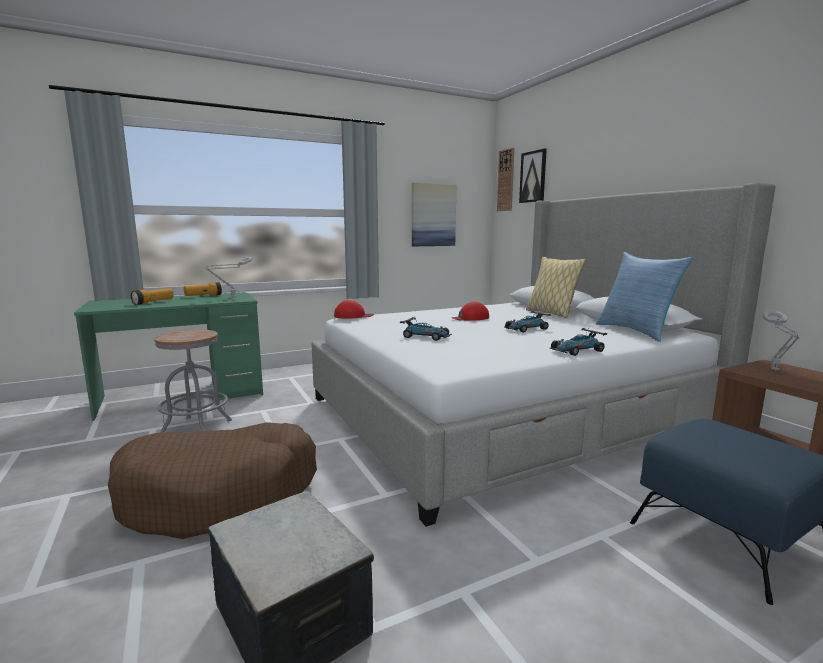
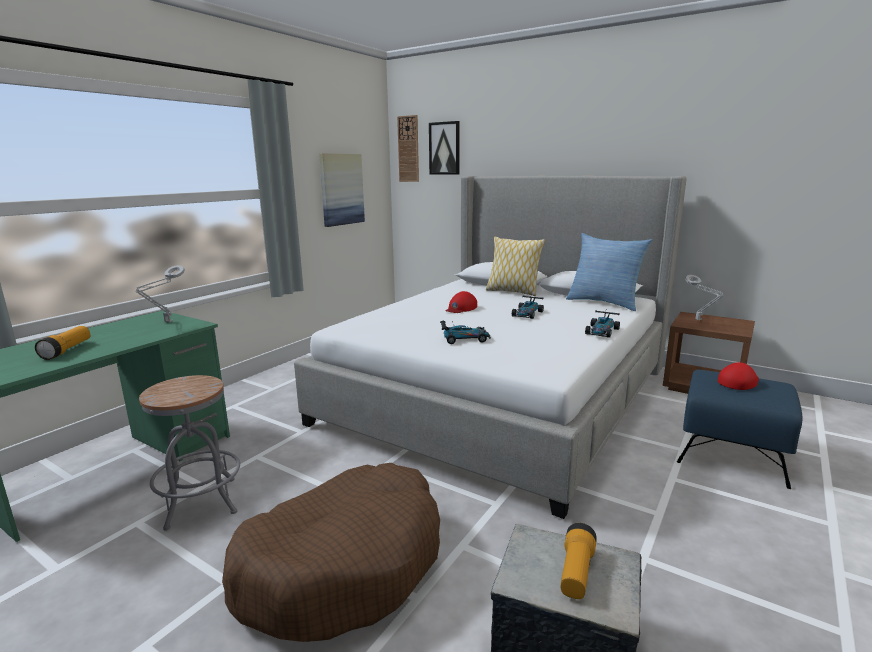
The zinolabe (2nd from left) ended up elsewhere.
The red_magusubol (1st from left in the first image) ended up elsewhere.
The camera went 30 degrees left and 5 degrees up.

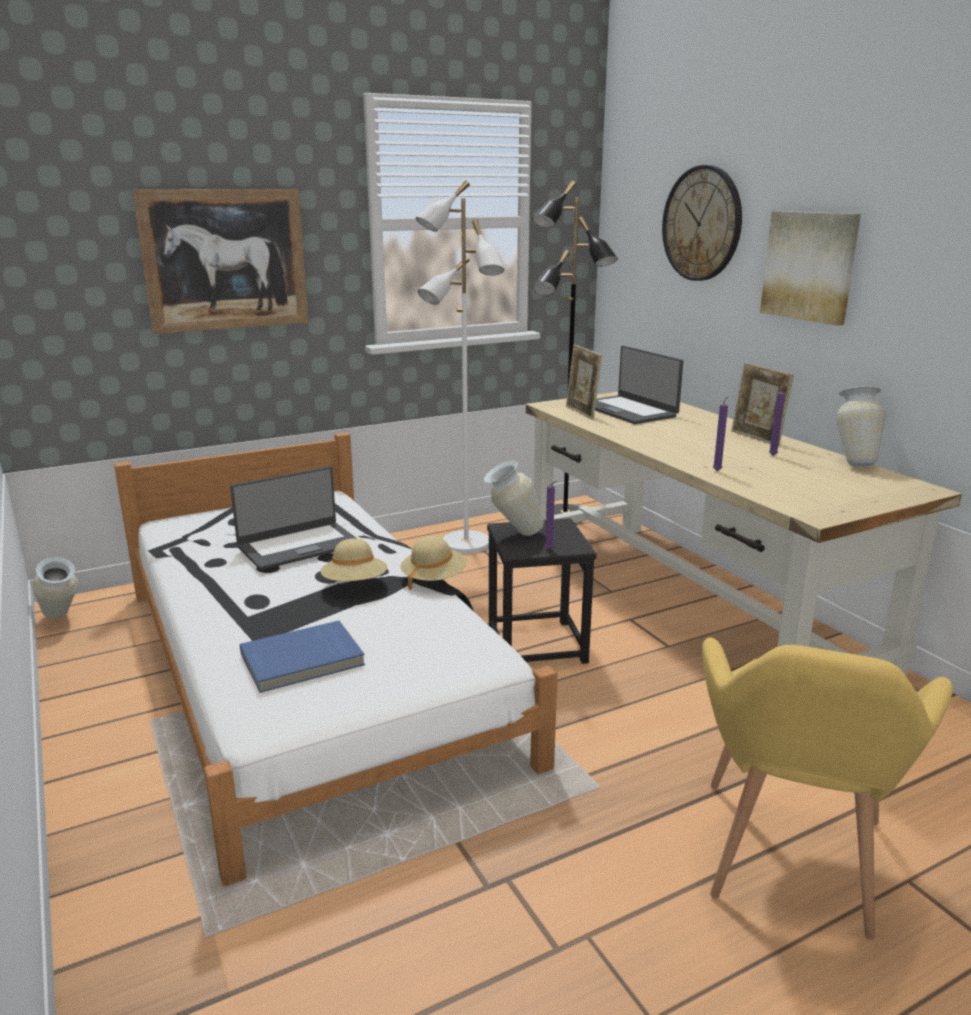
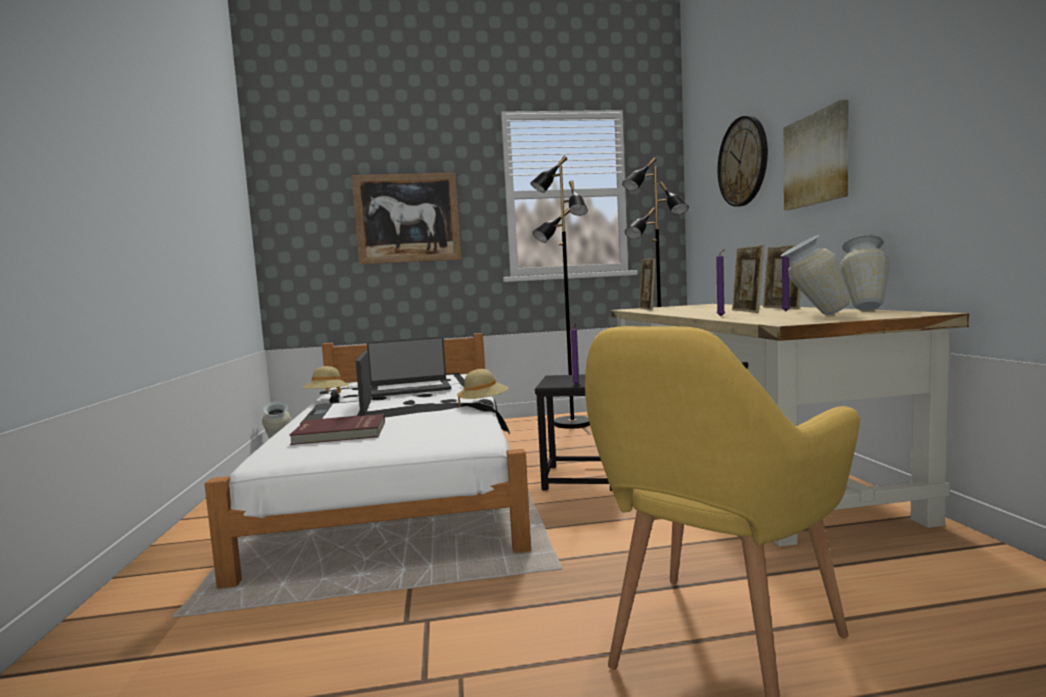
What was the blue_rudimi turned into the red_rudimi.
The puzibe (2nd from left in the first image) ended up elsewhere.
The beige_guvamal (1st from left) ended up elsewhere.
What was the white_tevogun turned into the black_tevogun (1st from left).
The second view gained the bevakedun (2nd from left).
The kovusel (2nd from left) ended up elsewhere.
The camera went 20 degrees right and 15 degrees down.

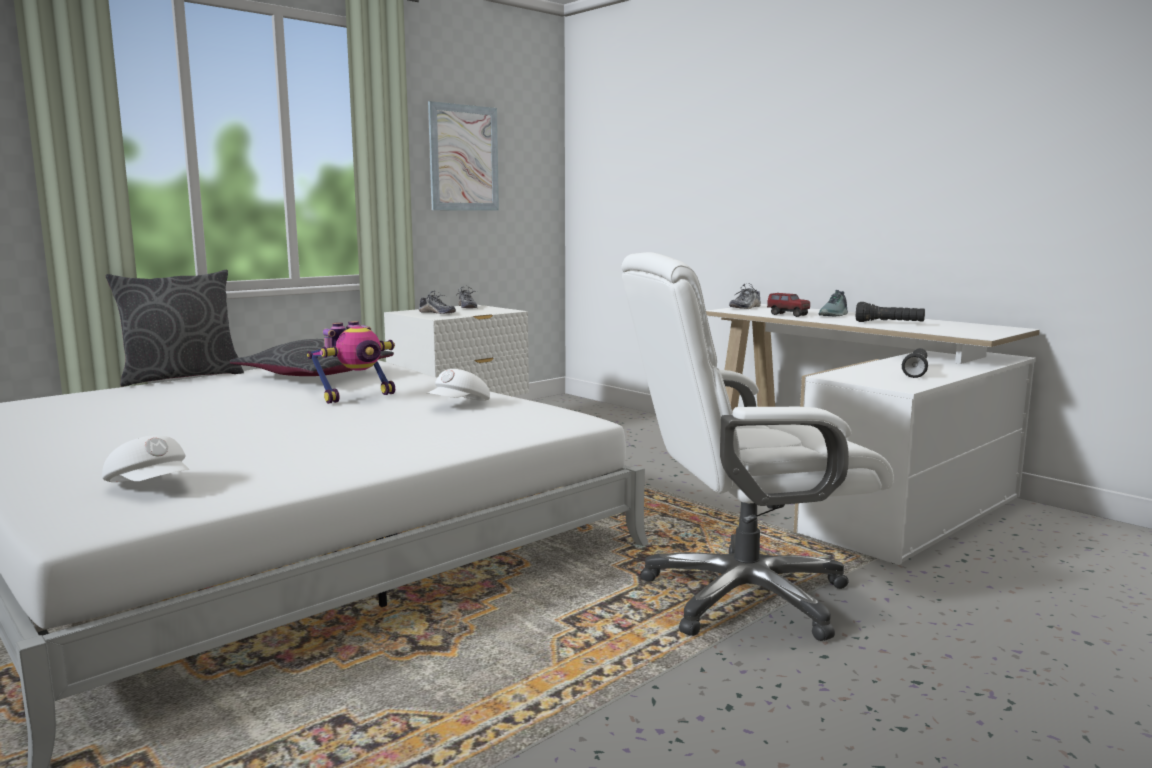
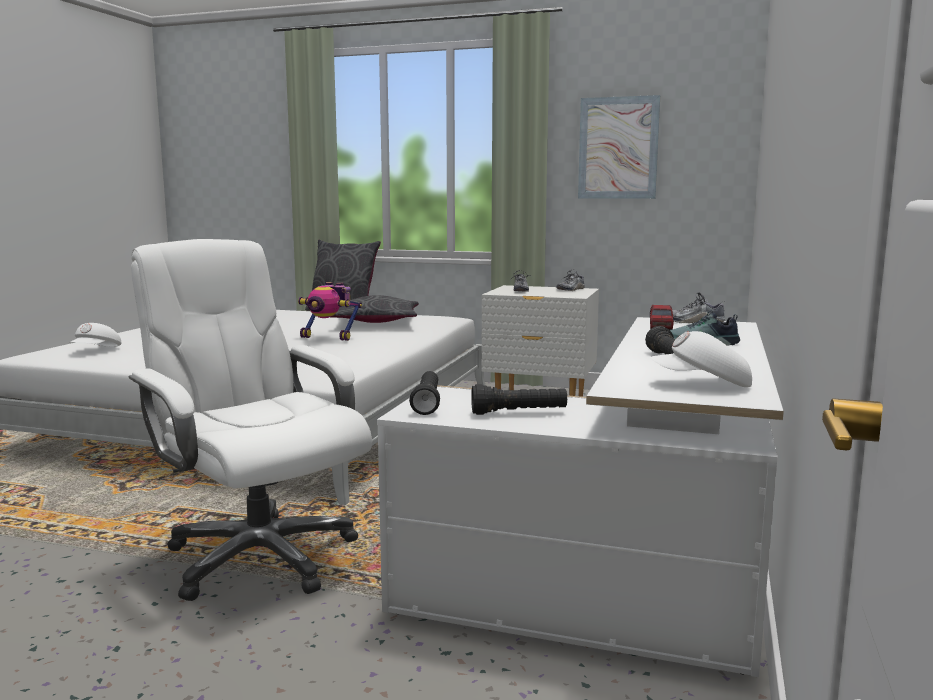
The second view gained the black_zinolabe (1st from left).
The white_magusubol (2nd from left) ended up elsewhere.
The camera went 60 degrees right and 0 degrees up.

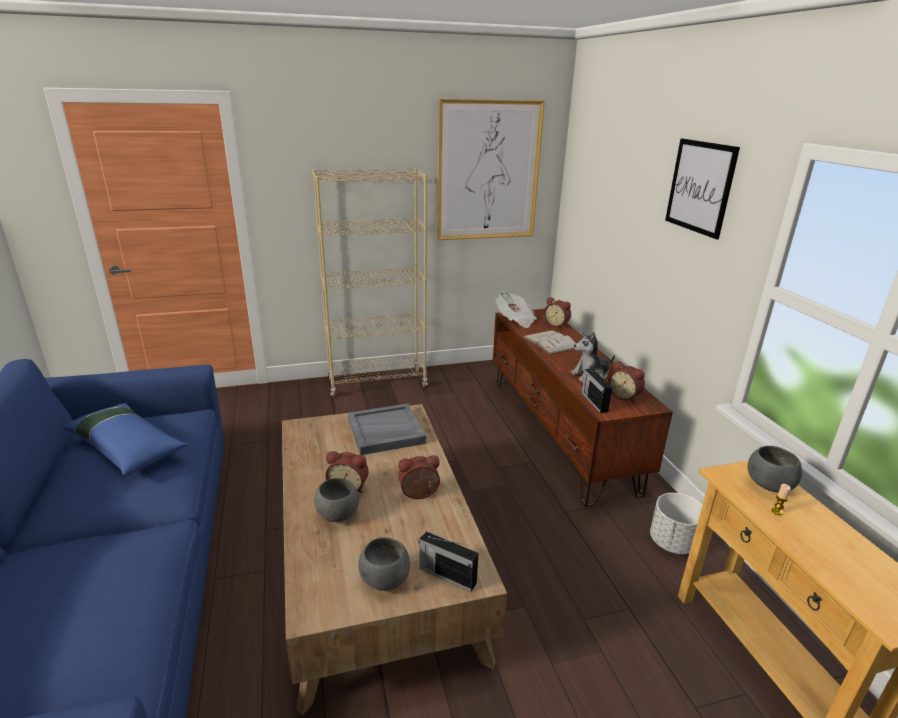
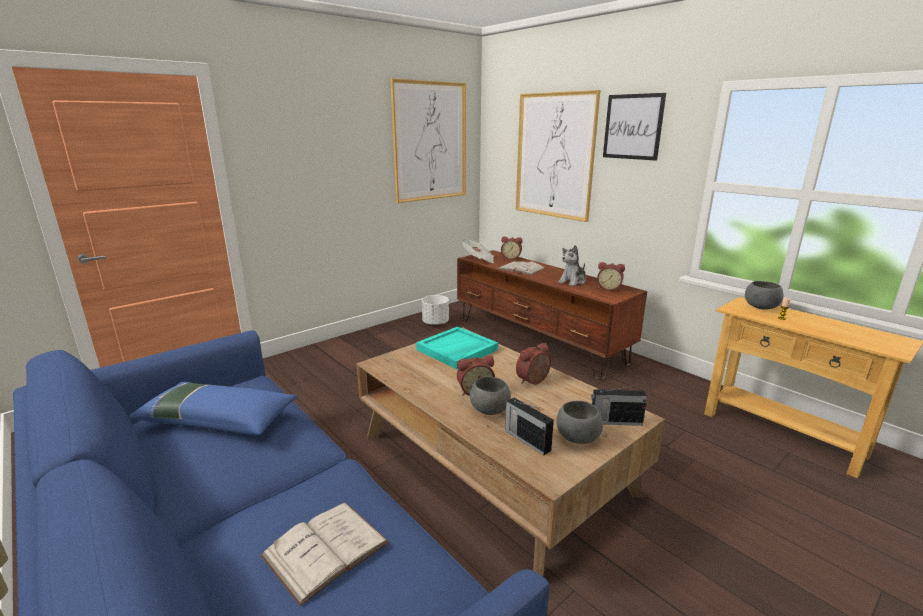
The second view gained the white_rudimi (1st from left).
What was the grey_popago turned into the turquoise_popago.
The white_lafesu ended up elsewhere.
The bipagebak (2nd from left in the first image) ended up elsewhere.
The second view gained the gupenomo (2nd from left).
The second view lost the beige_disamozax.
The camera went 25 degrees left and 5 degrees down.

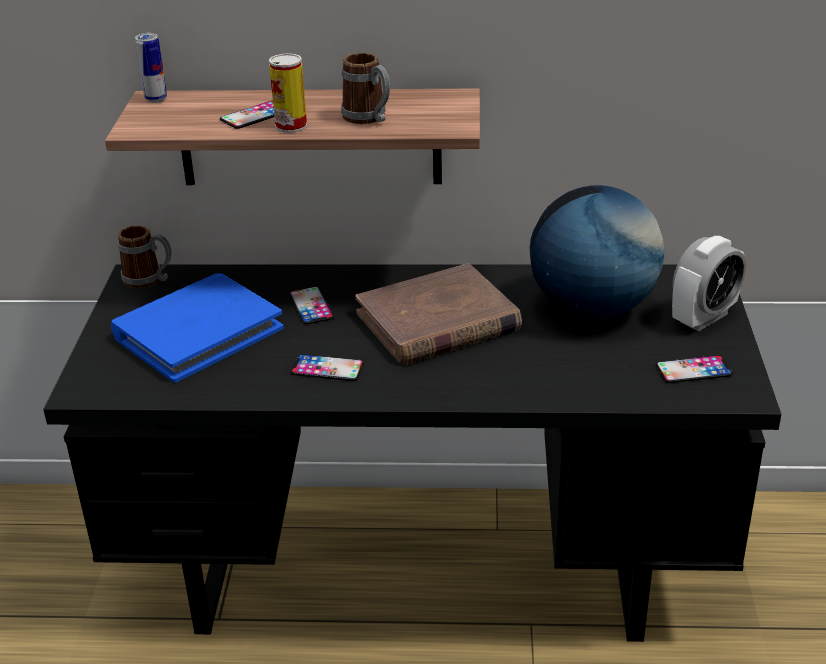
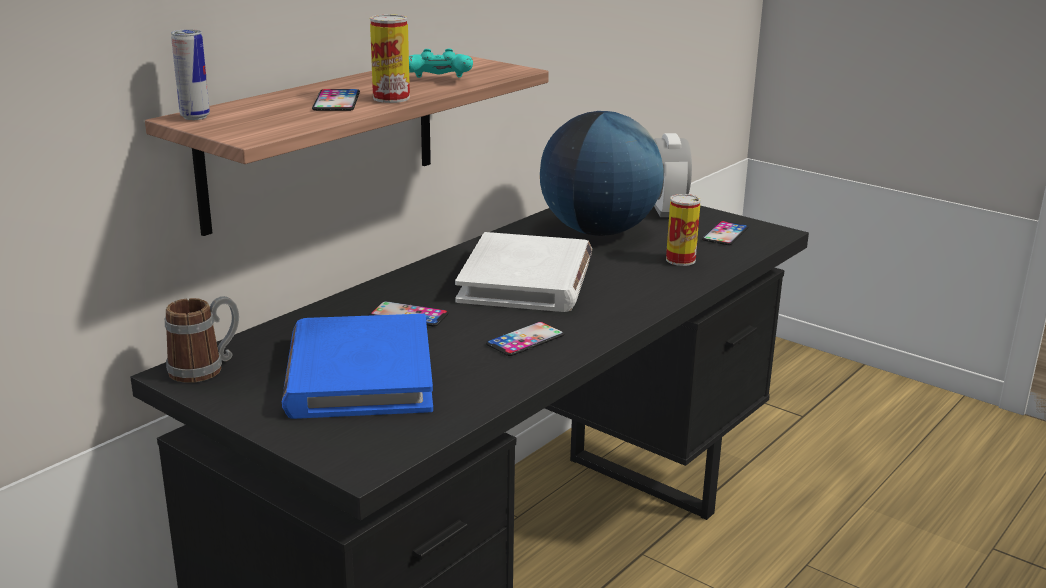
Where the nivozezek (2nd from left) stood, the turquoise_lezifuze came to stand.
What was the brown_rudimi turned into the white_rudimi.
The second view gained the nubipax (3rd from left).
The camera went 55 degrees left and 10 degrees down.

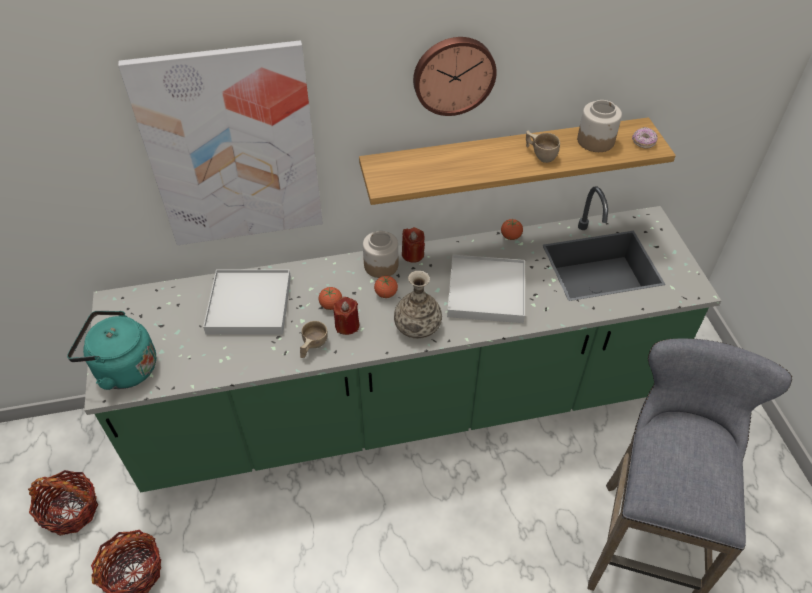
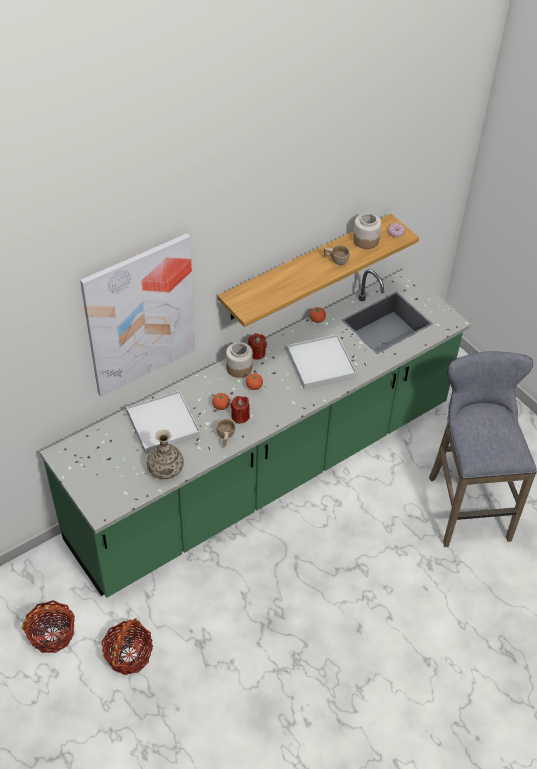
The kovusel ended up elsewhere.
The second view lost the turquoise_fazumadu.
The second view lost the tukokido.
The camera went 25 degrees left and 0 degrees up.

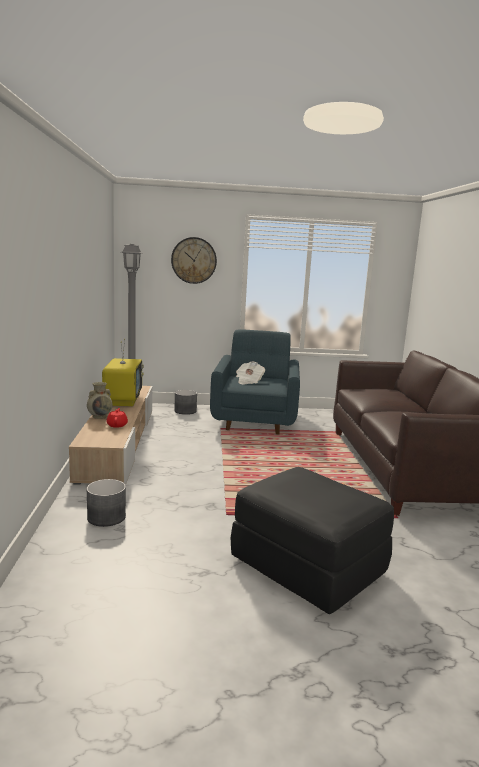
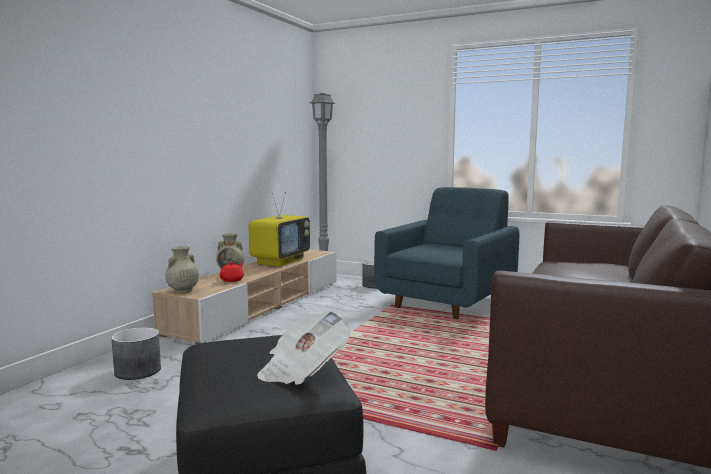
The second view gained the beige_kovusel (1st from left).
The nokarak ended up elsewhere.
The second view lost the tukokido.
The camera went 30 degrees right and 5 degrees down.

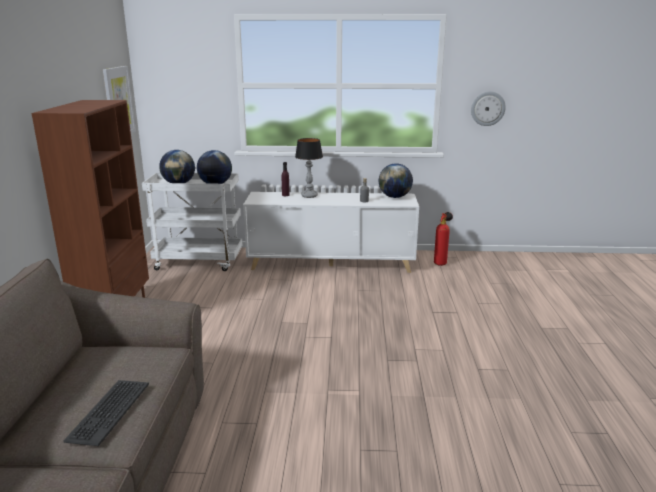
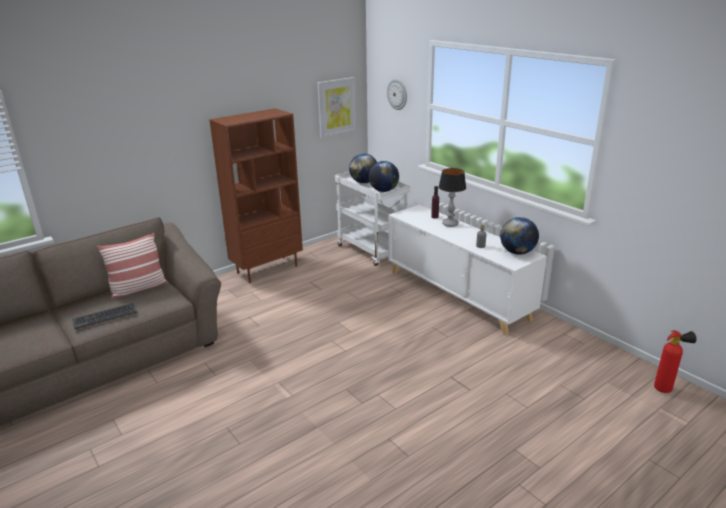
The second view gained the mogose.
The tukokido ended up elsewhere.
The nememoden ended up elsewhere.
The camera went 50 degrees right and 5 degrees up.

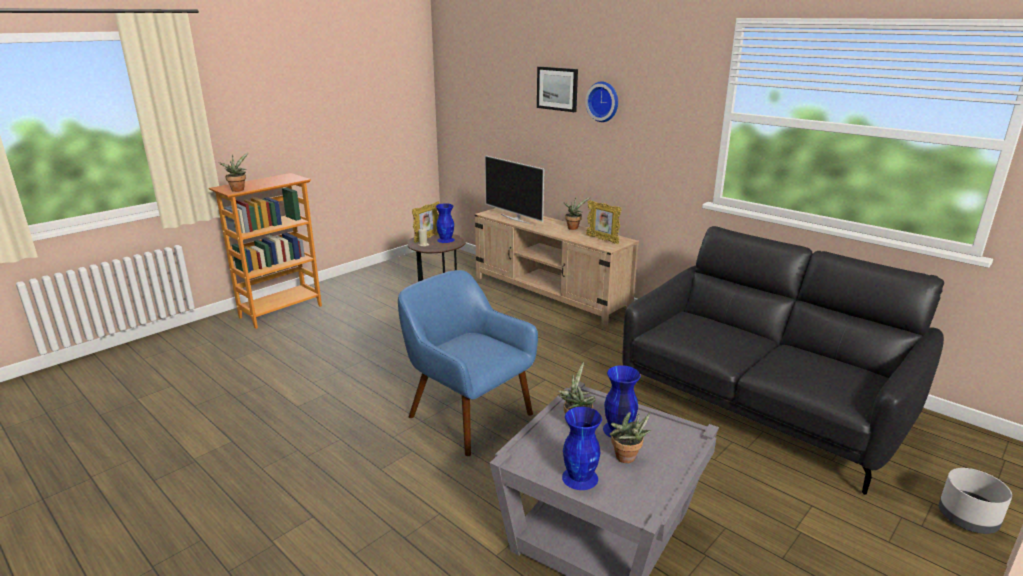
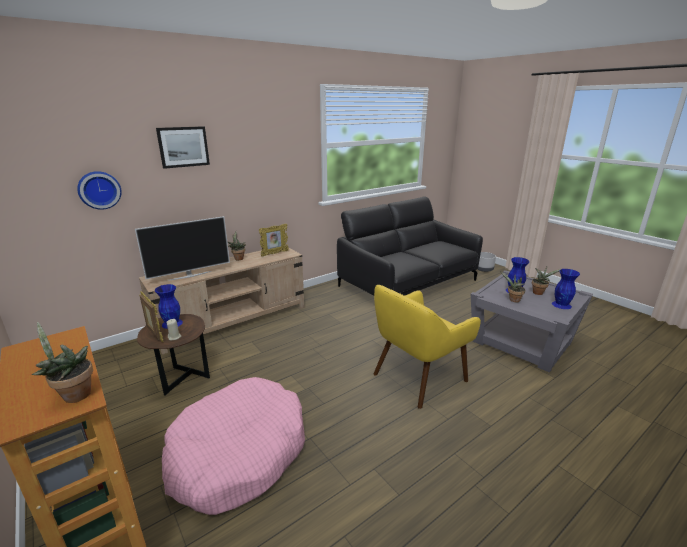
The tukokido ended up elsewhere.
The second view gained the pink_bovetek.
What was the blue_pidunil turned into the yellow_pidunil.
The camera went 80 degrees left and 0 degrees up.

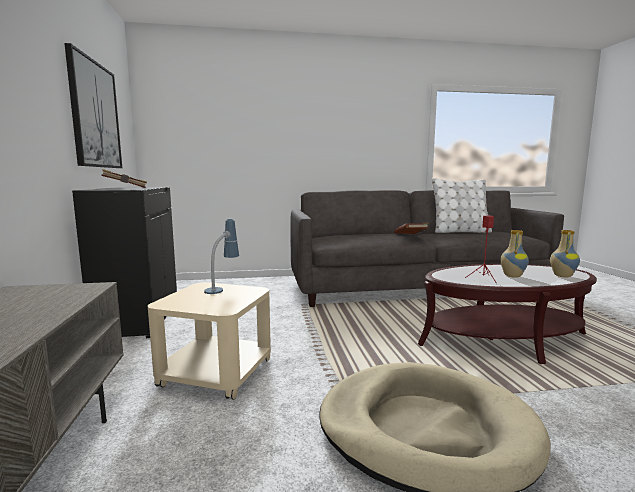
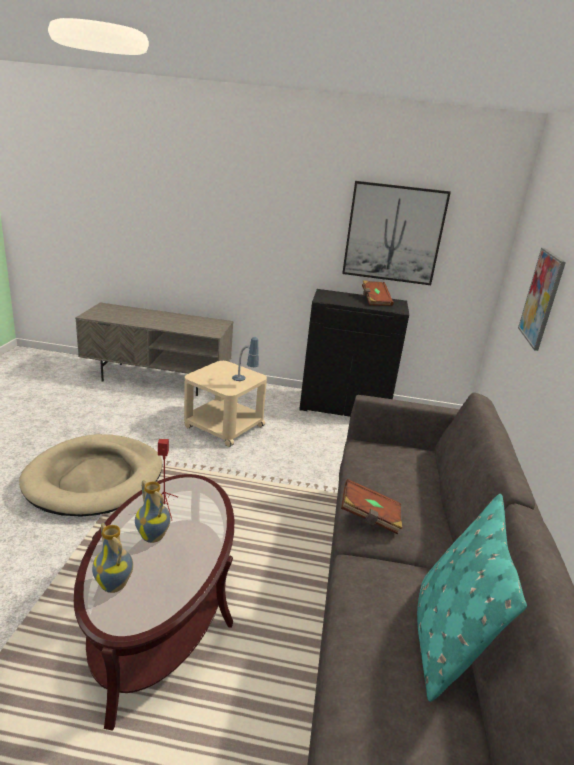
What was the white_mogose turned into the turquoise_mogose.
The second view gained the gupenomo (2nd from left).
The camera went 105 degrees right and 15 degrees up.

